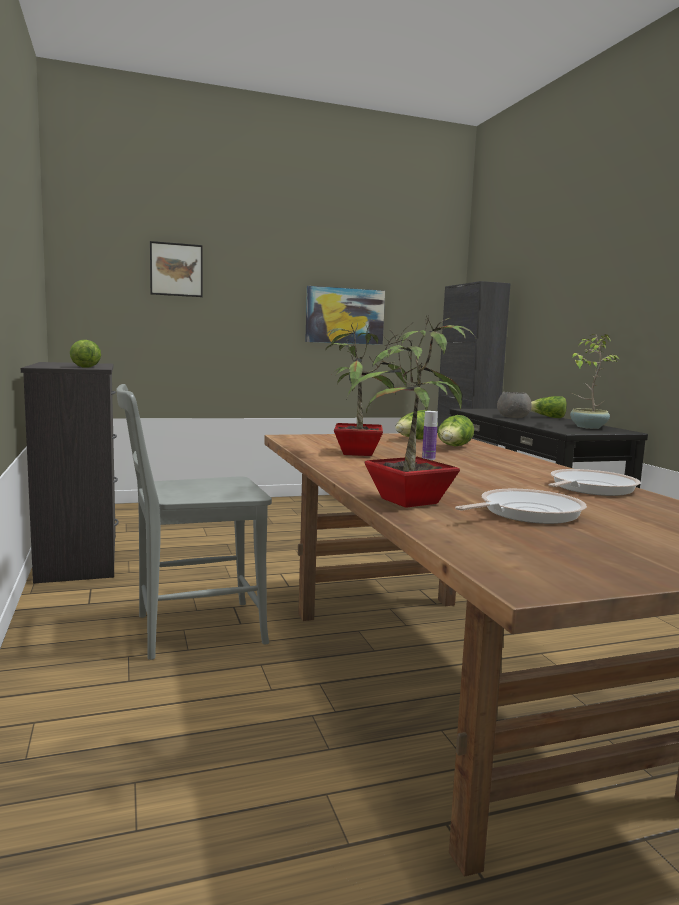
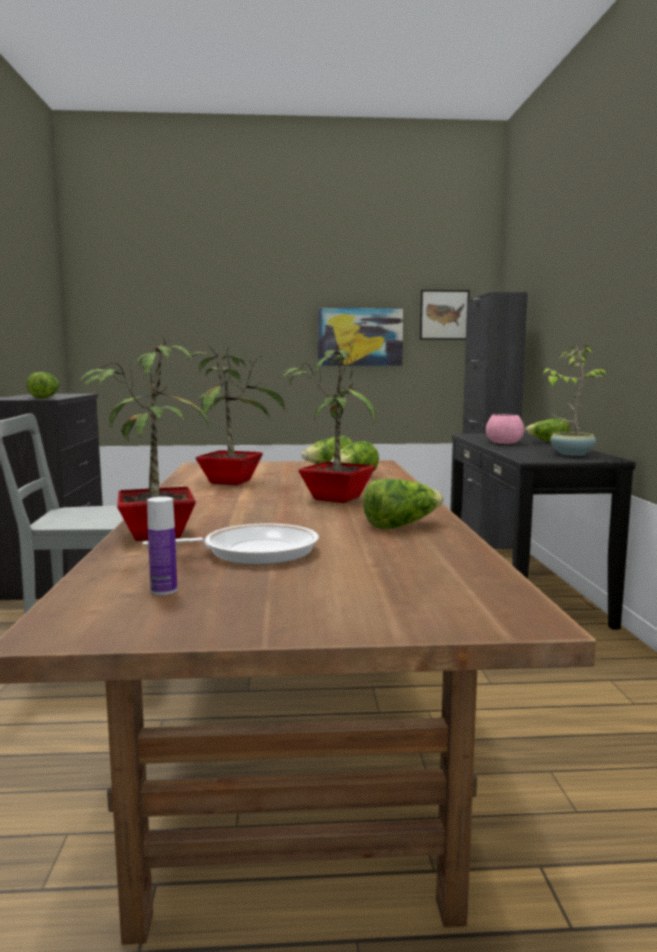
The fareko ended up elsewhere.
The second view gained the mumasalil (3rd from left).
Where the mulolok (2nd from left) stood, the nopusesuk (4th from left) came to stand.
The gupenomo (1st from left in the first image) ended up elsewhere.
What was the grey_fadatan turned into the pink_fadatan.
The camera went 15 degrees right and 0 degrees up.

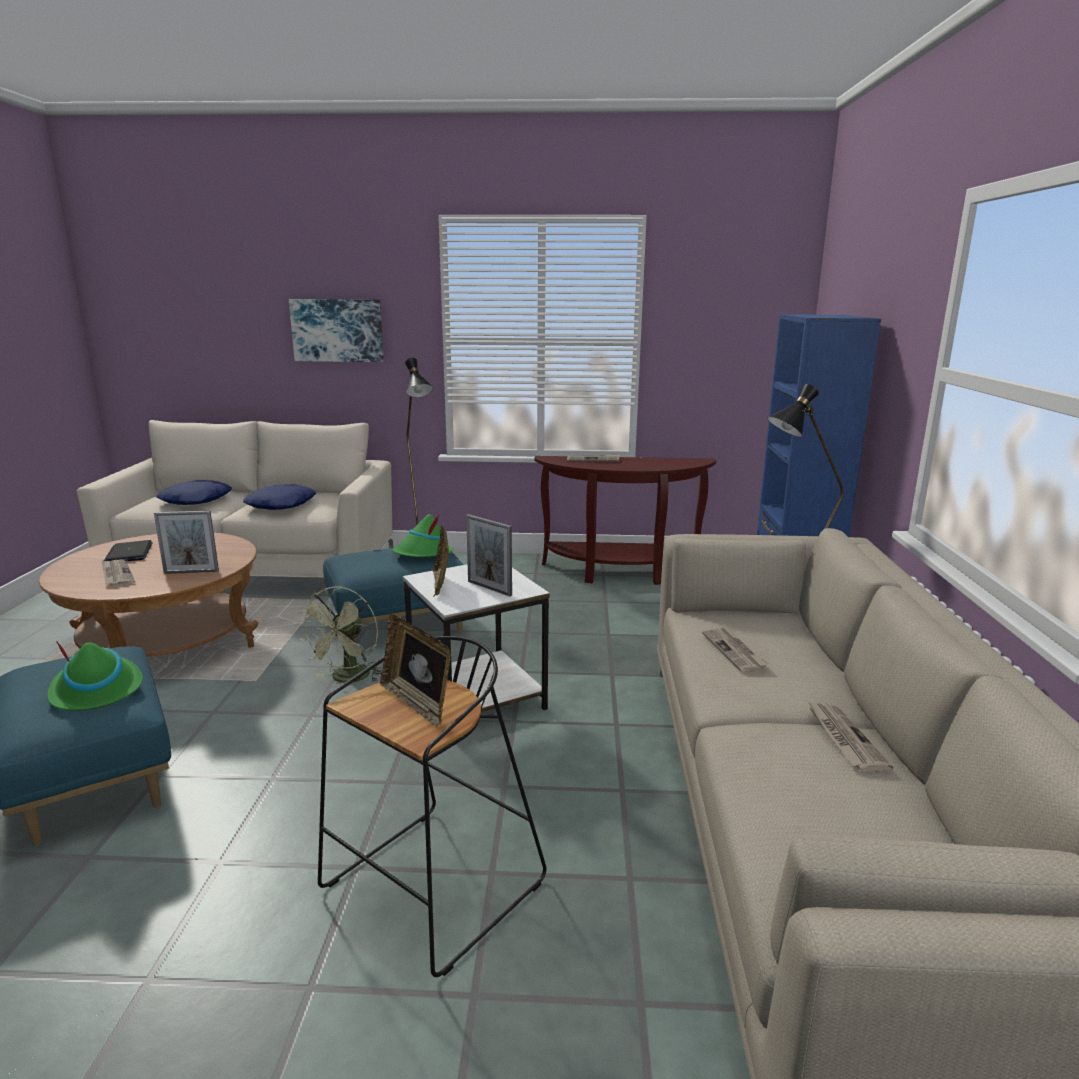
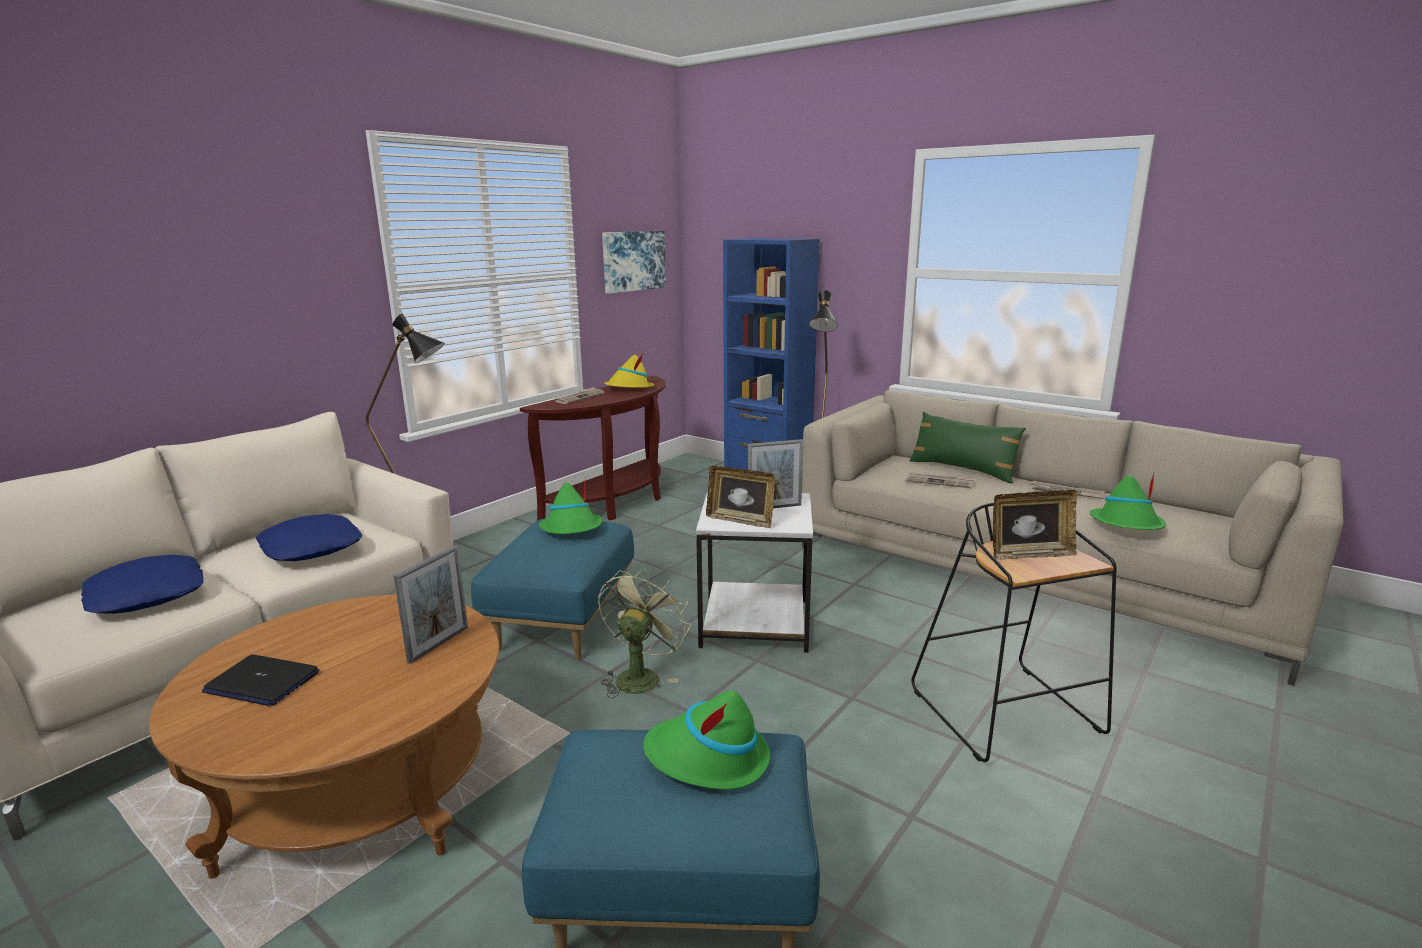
The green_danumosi ended up facing another way, 120 degrees counterclockwise from before.
The gupenomo ended up elsewhere.
The second view gained the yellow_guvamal.
The second view gained the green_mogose.
The second view gained the green_guvamal (3rd from left).
The second view lost the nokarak (1st from left).
The camera went 55 degrees left and 0 degrees up.

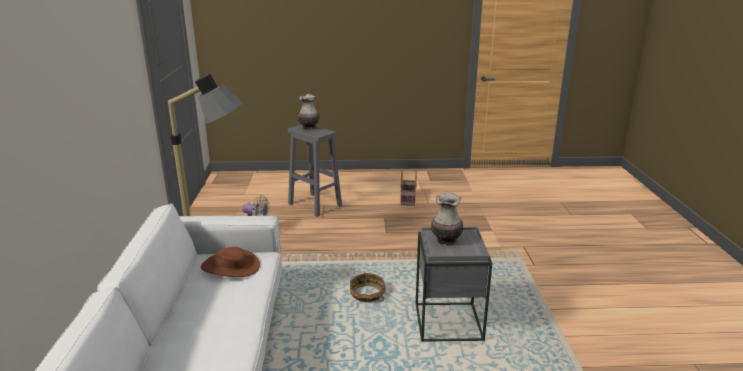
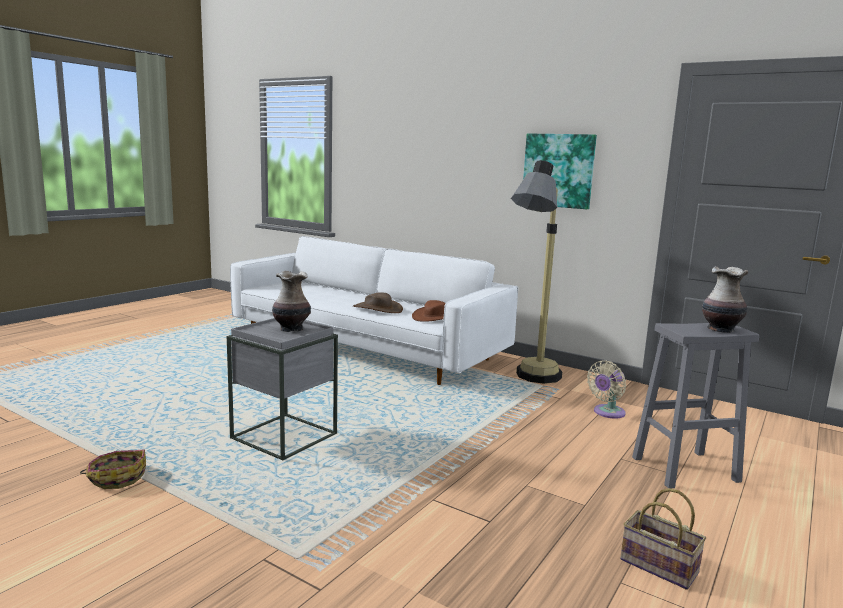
The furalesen (1st from left) ended up elsewhere.
The second view gained the brown_guvamal (1st from left).
The second view gained the gupenomo.
The camera went 125 degrees right and 10 degrees down.

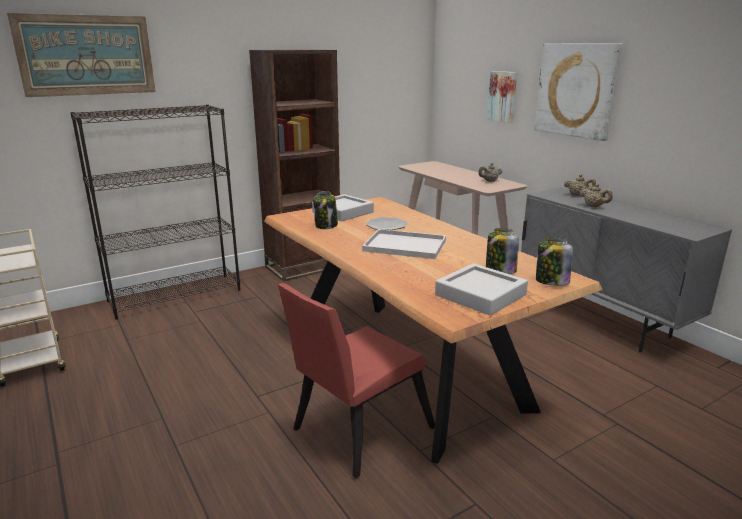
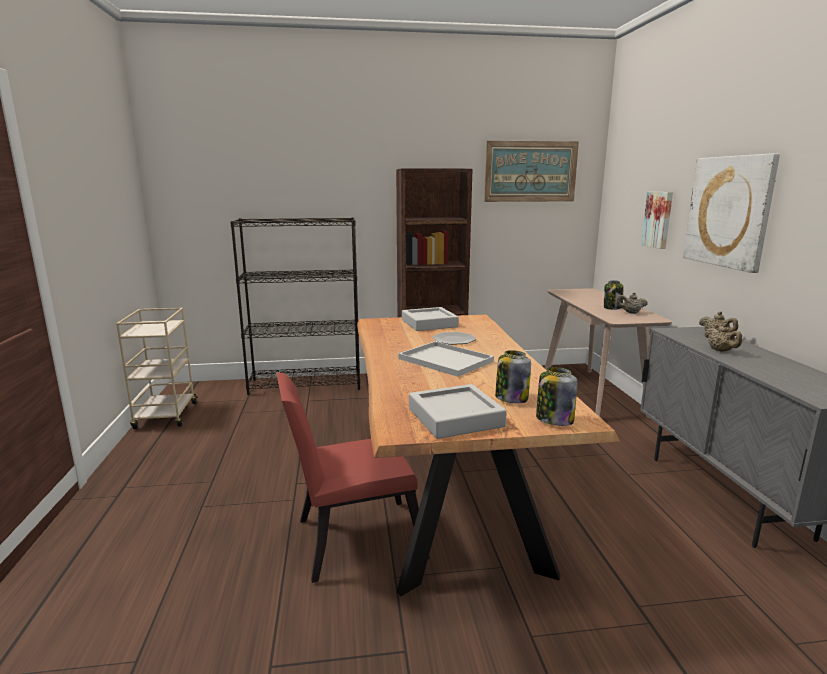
The gupenomo (1st from left) ended up elsewhere.
The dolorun (1st from left in the first image) ended up elsewhere.
The camera went 25 degrees right and 5 degrees down.

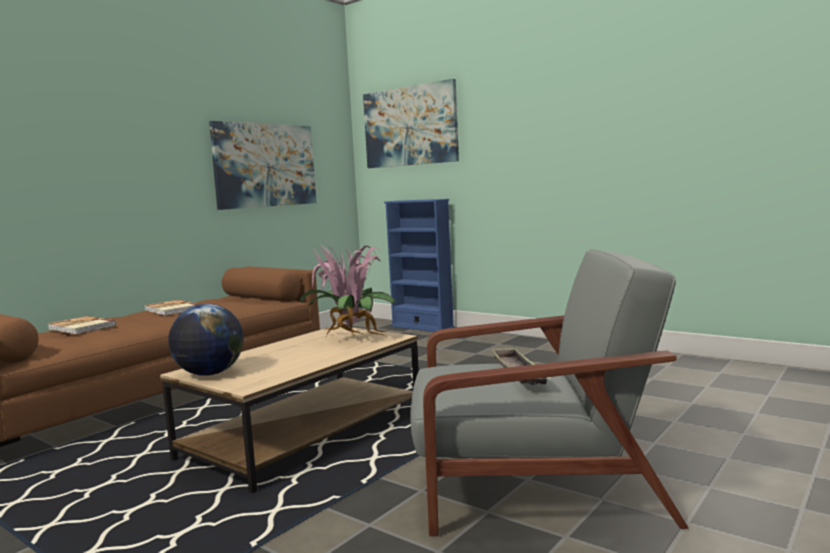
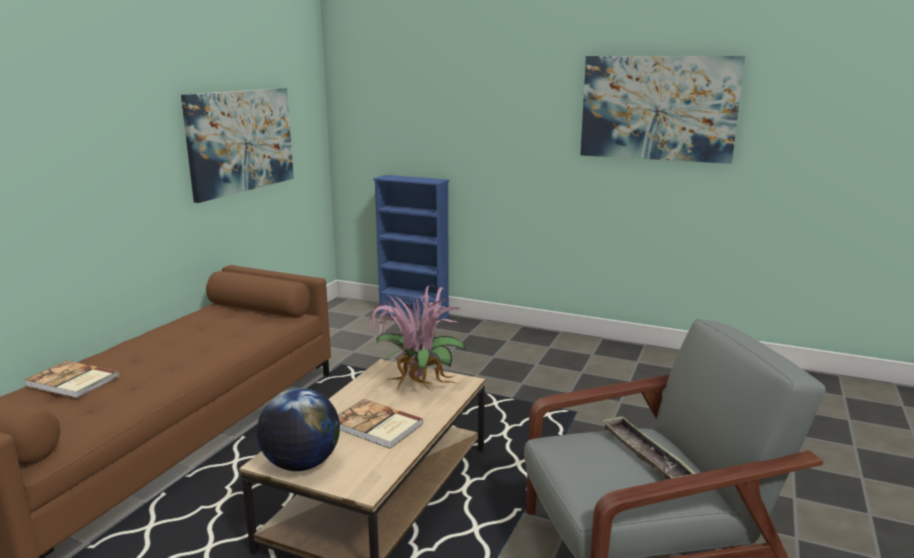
The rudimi (2nd from left) ended up elsewhere.
The gupenomo (2nd from left) ended up elsewhere.
The camera went 15 degrees left and 10 degrees up.

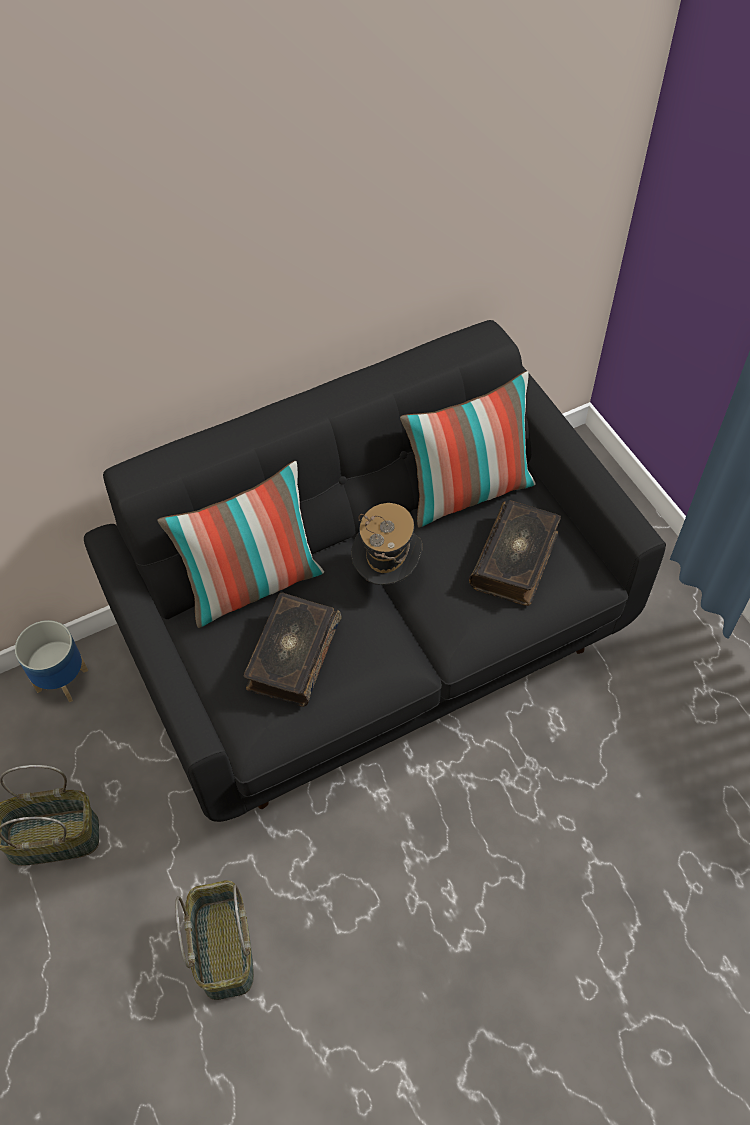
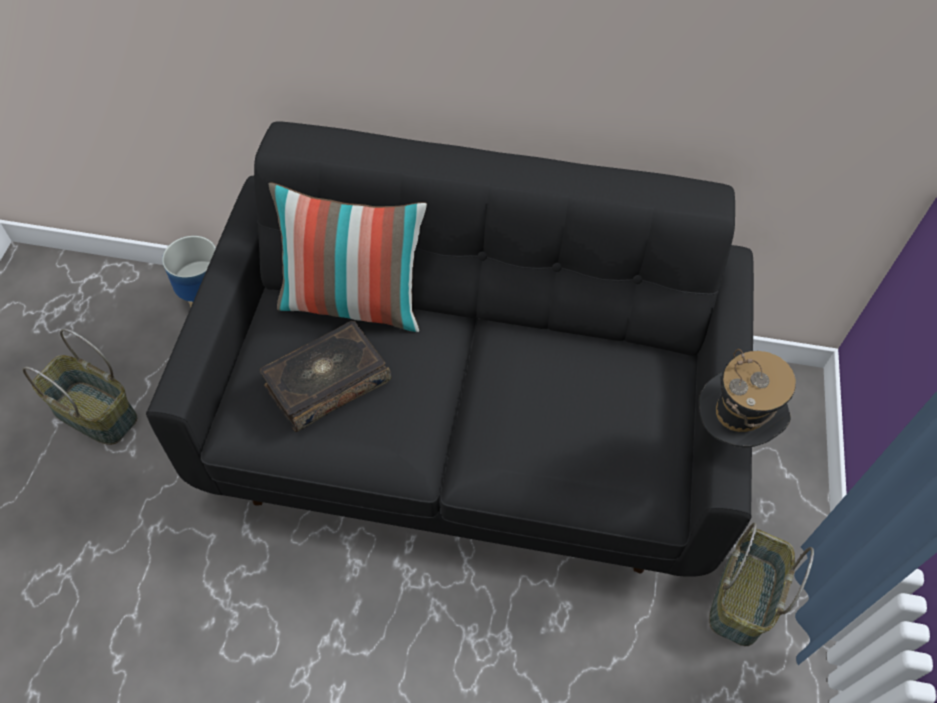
The guvamal ended up elsewhere.
The furalesen (2nd from left) ended up elsewhere.
The second view lost the mogose (2nd from left).
The second view lost the rudimi (2nd from left).
The camera went 35 degrees right and 0 degrees up.

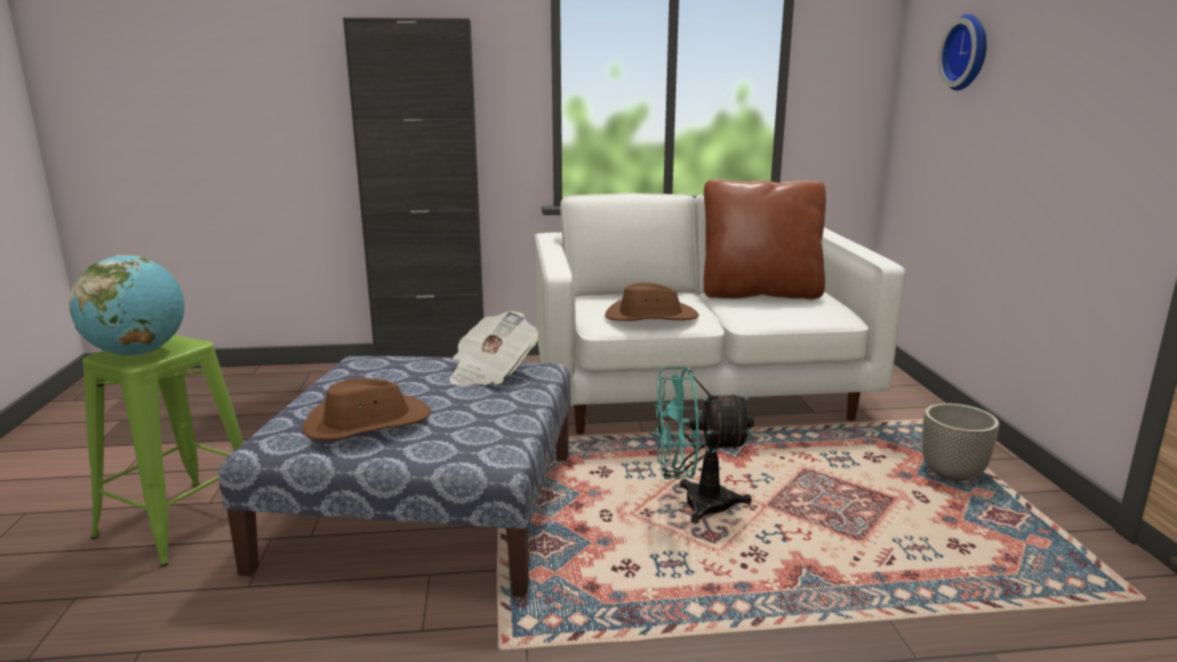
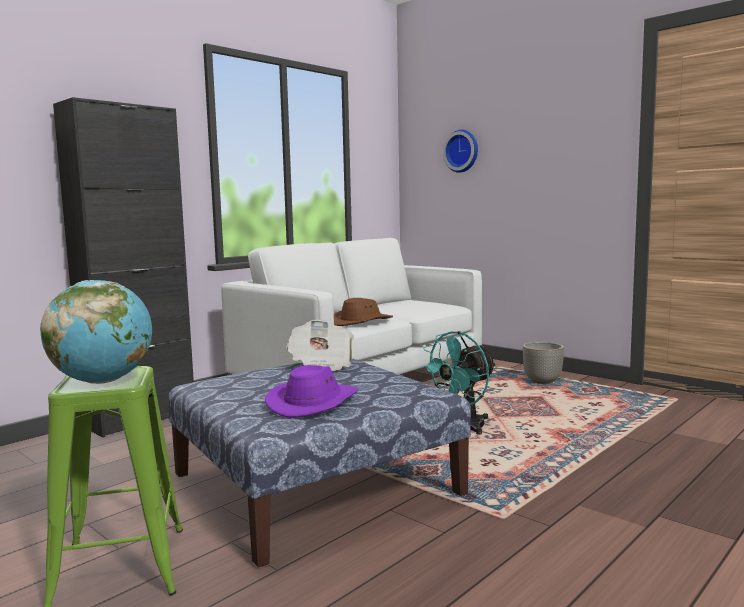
What was the brown_guvamal (1st from left) turned into the purple_guvamal.
The second view lost the brown_mogose.
The camera went 40 degrees left and 10 degrees down.

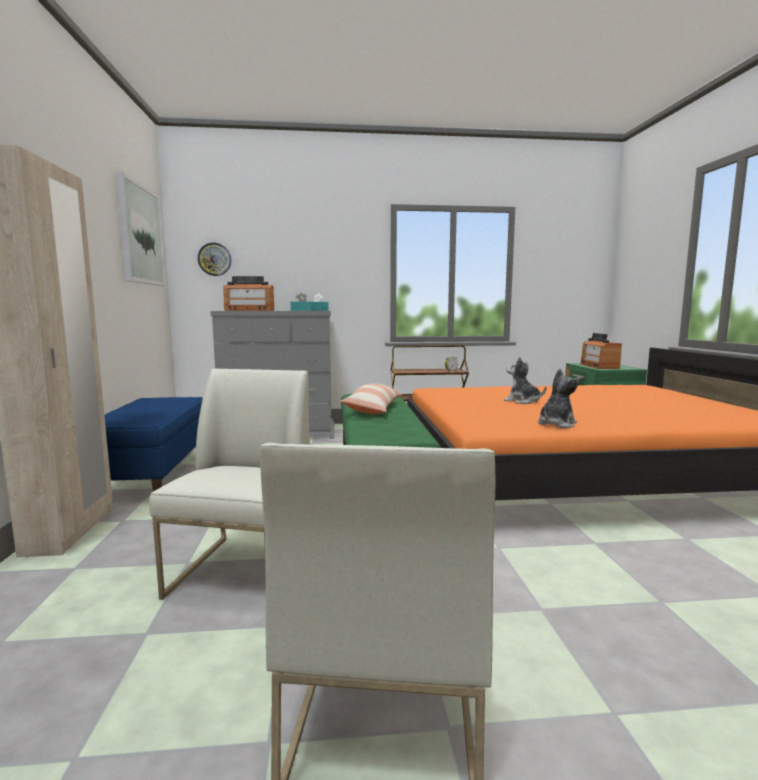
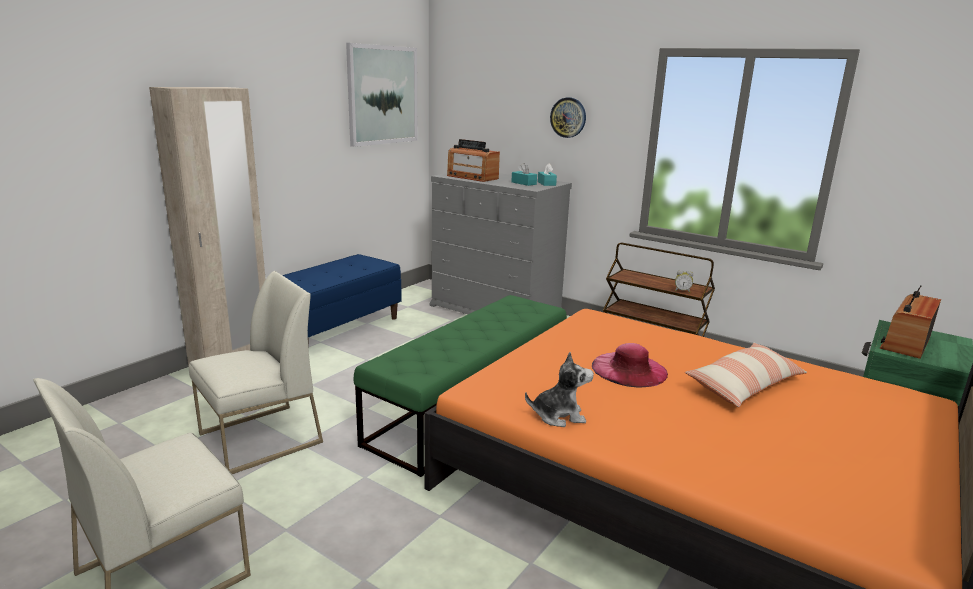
The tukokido ended up elsewhere.
Where the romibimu (1st from left) stood, the pink_guvamal came to stand.
The mogose ended up elsewhere.
The camera went 40 degrees right and 10 degrees up.

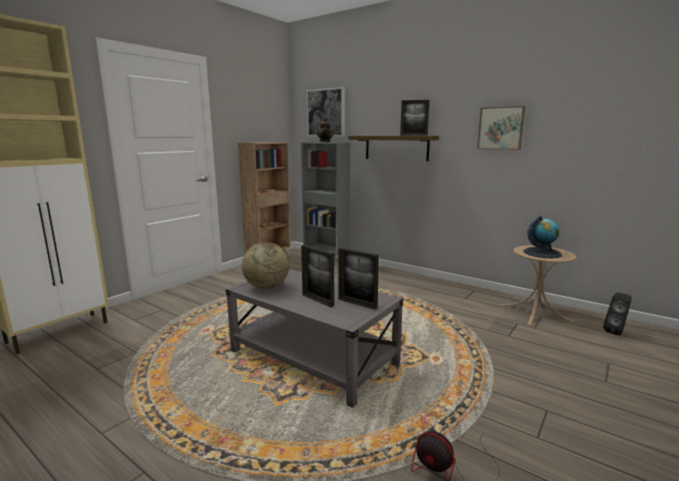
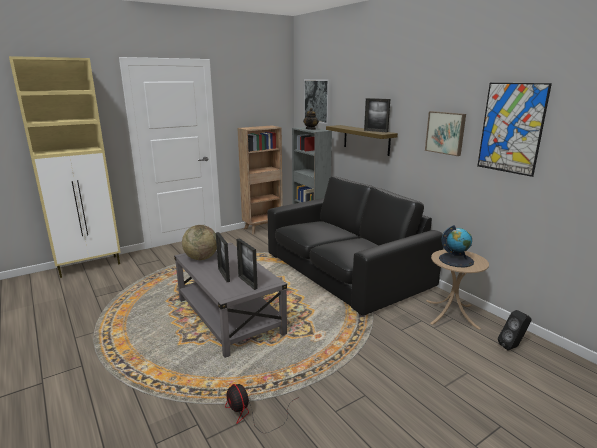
The second view gained the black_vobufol.
The second view gained the gupenomo (3rd from left).
The camera went 20 degrees right and 5 degrees up.

